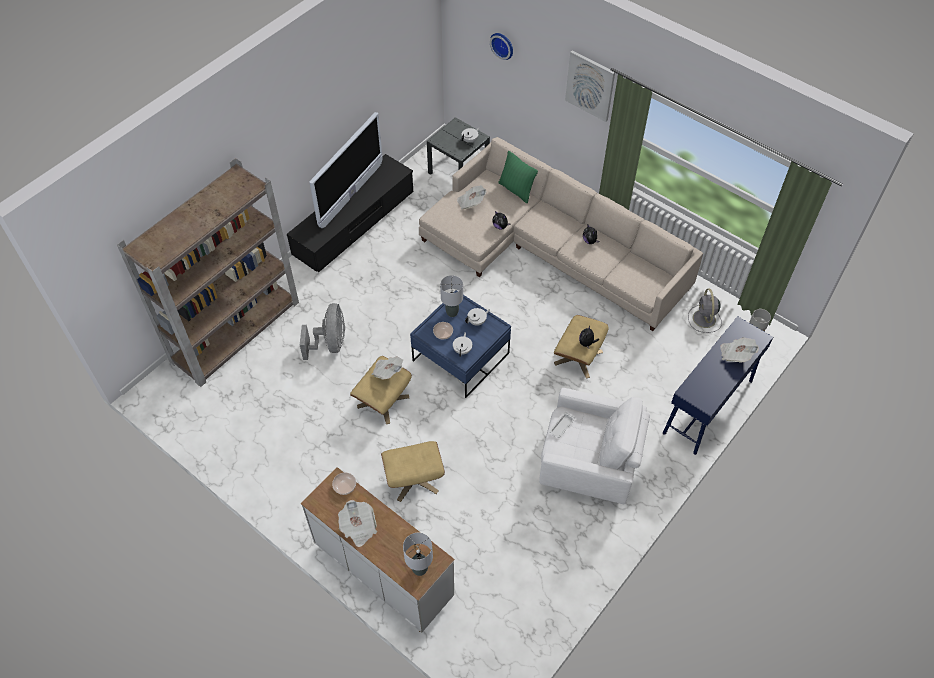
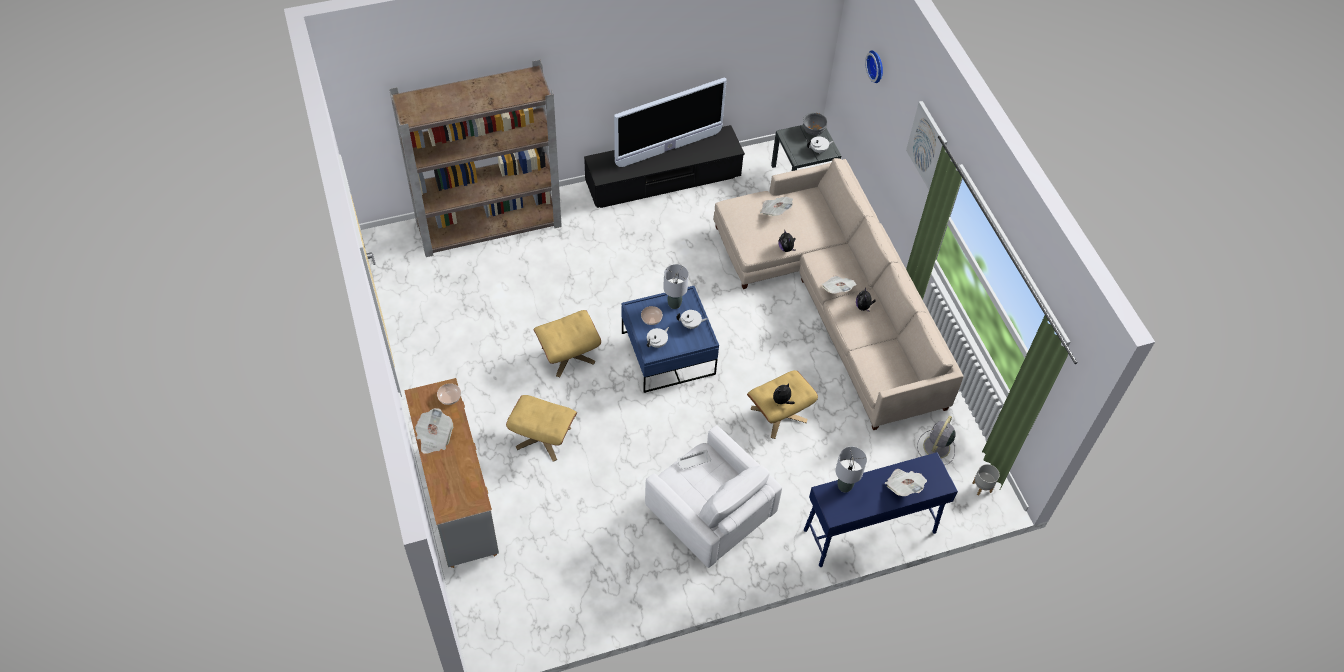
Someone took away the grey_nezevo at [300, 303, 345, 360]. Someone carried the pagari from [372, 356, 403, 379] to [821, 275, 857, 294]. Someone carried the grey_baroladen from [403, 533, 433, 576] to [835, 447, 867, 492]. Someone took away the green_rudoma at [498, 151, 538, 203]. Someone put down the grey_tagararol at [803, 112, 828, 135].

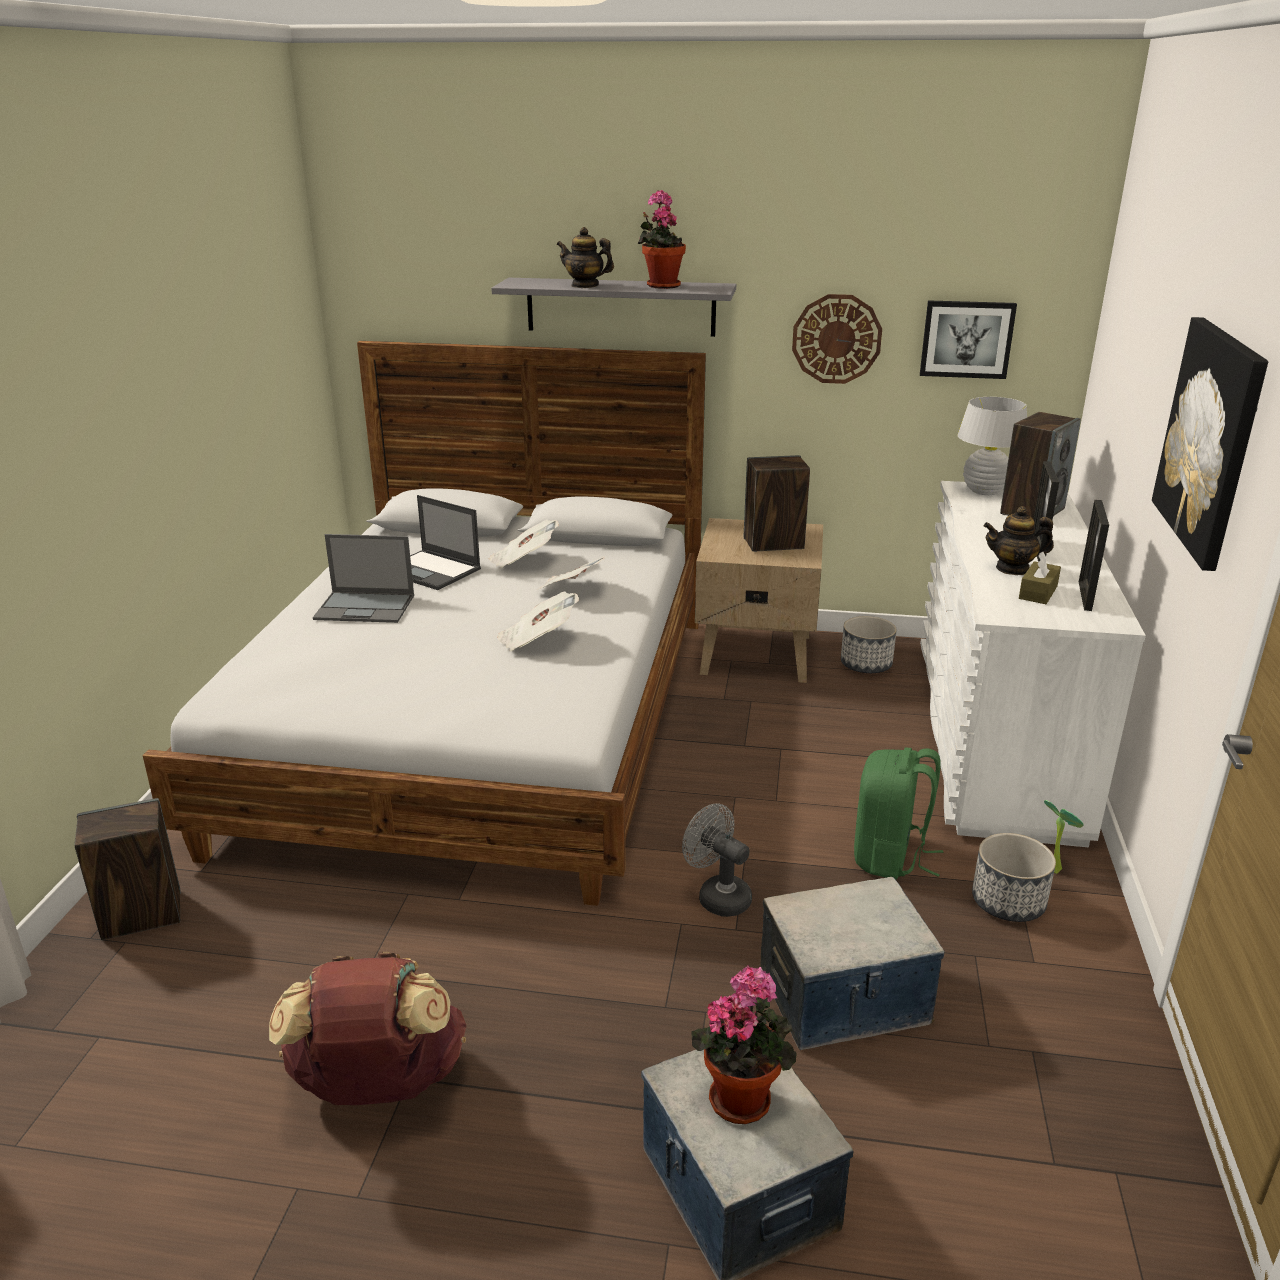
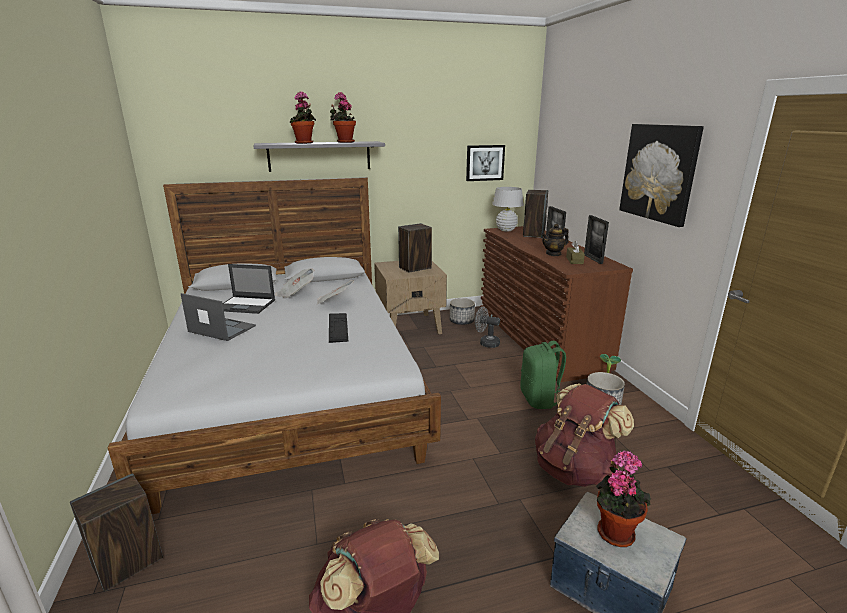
Someone rotated the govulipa at [313, 534, 414, 623] by 135 degrees counterclockwise. Someone swapped the pagari at [497, 591, 579, 651] for the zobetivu at [329, 313, 348, 343]. Someone swapped the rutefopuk at [556, 227, 614, 288] for the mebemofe at [289, 91, 316, 144]. Someone carried the grey_nezevo from [682, 803, 752, 917] to [475, 306, 500, 348]. Someone swapped the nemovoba at [760, 877, 945, 1050] for the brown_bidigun at [535, 383, 634, 487]. Someone took away the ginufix at [792, 294, 882, 384]. Someone repainted the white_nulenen at [920, 481, 1146, 847], which became the brown_nulenen at [480, 226, 633, 382].

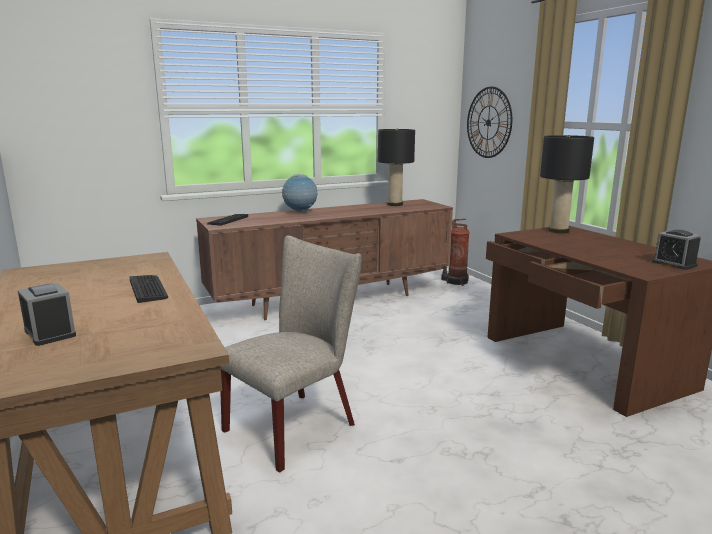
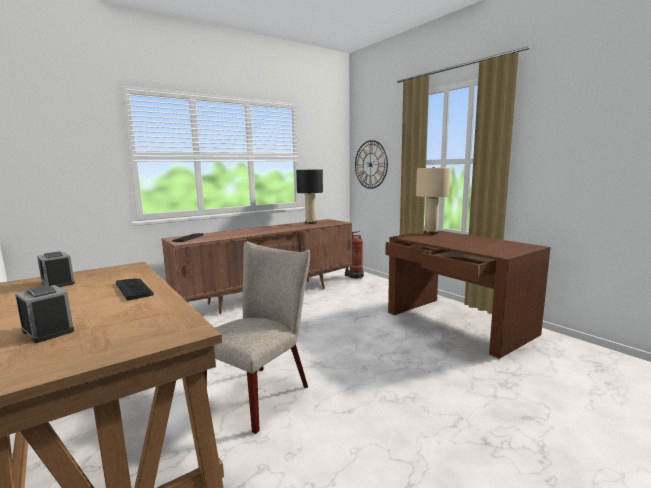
Someone took away the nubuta at [282, 174, 318, 212]. Someone repainted the black_baroladen at [540, 135, 594, 234], which became the beige_baroladen at [416, 167, 451, 235]. Someone carried the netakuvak from [652, 230, 701, 270] to [37, 251, 75, 287].

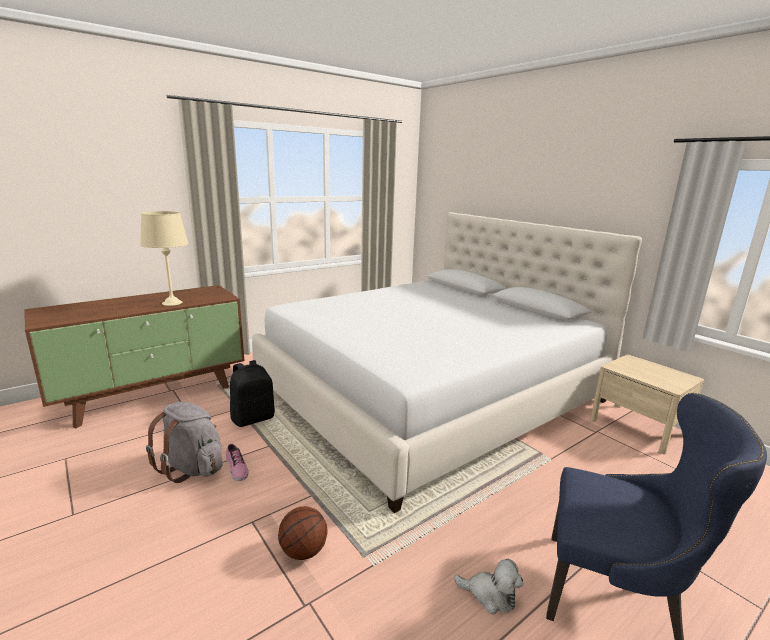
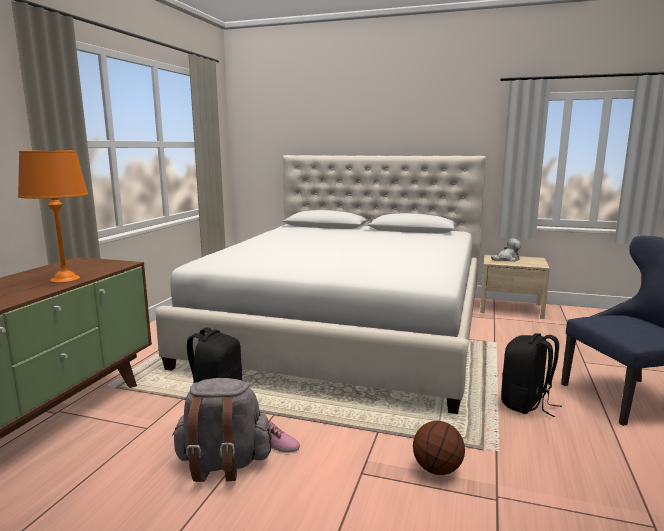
Someone repainted the beige_baroladen at [140, 211, 189, 306], which became the orange_baroladen at [18, 150, 88, 283]. Someone carried the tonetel from [454, 559, 523, 614] to [491, 238, 521, 262]. Someone put down the black_bidigun at [501, 333, 562, 417].

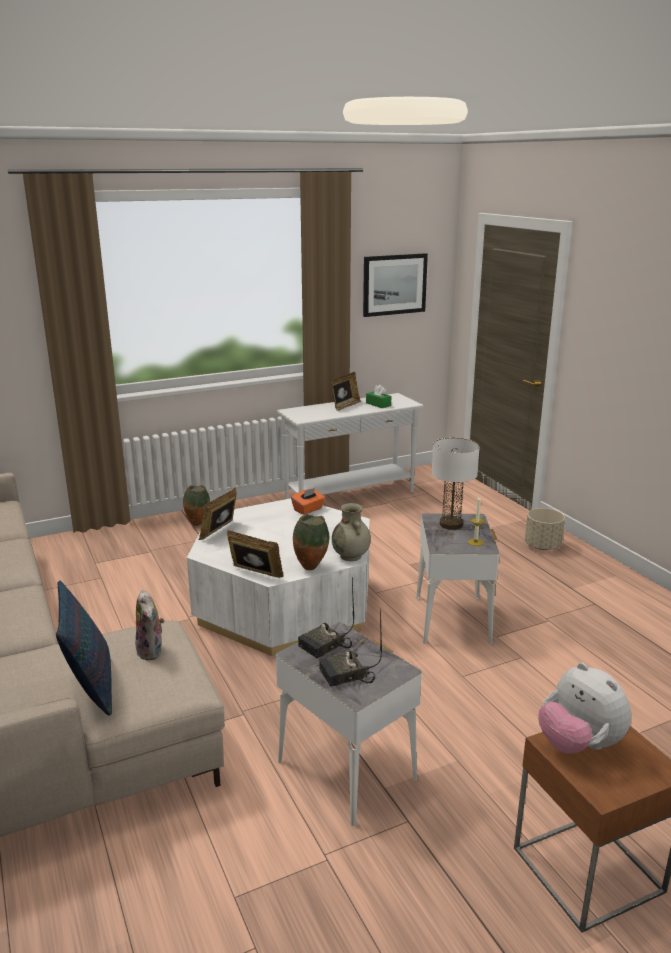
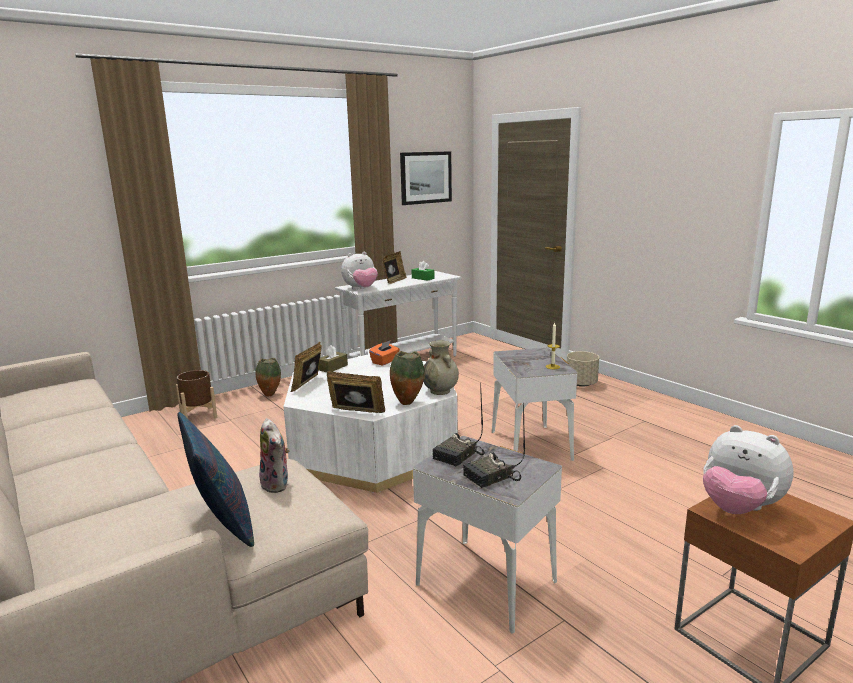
Someone took away the baroladen at [432, 437, 480, 530]. Someone put down the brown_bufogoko at [176, 370, 217, 418]. Someone put down the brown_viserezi at [319, 345, 348, 372]. Someone put down the tonetel at [341, 252, 378, 290].

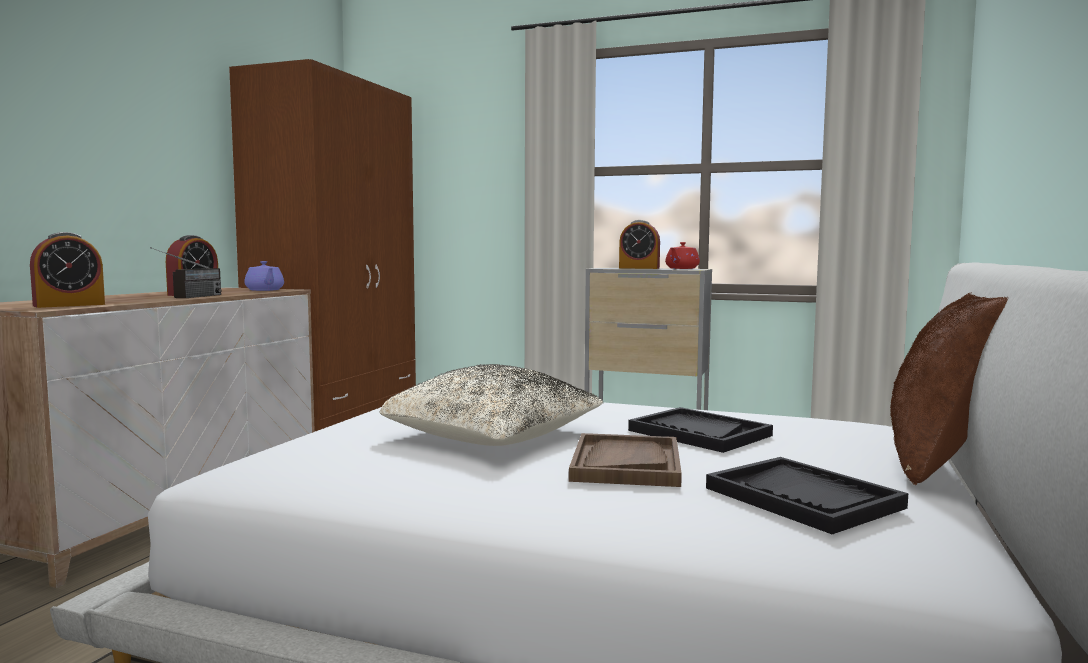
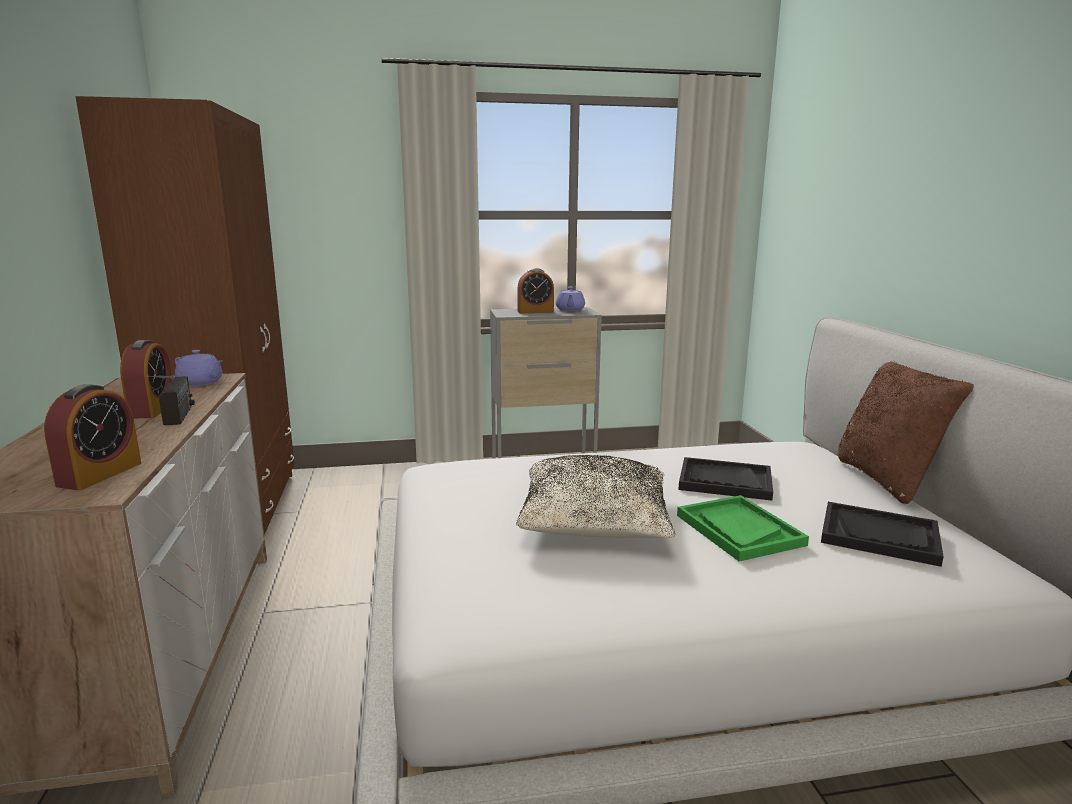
Someone repainted the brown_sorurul at [569, 433, 682, 487], which became the green_sorurul at [677, 495, 809, 562]. Someone repainted the red_rutefopuk at [665, 242, 700, 269], which became the purple_rutefopuk at [556, 287, 585, 311].

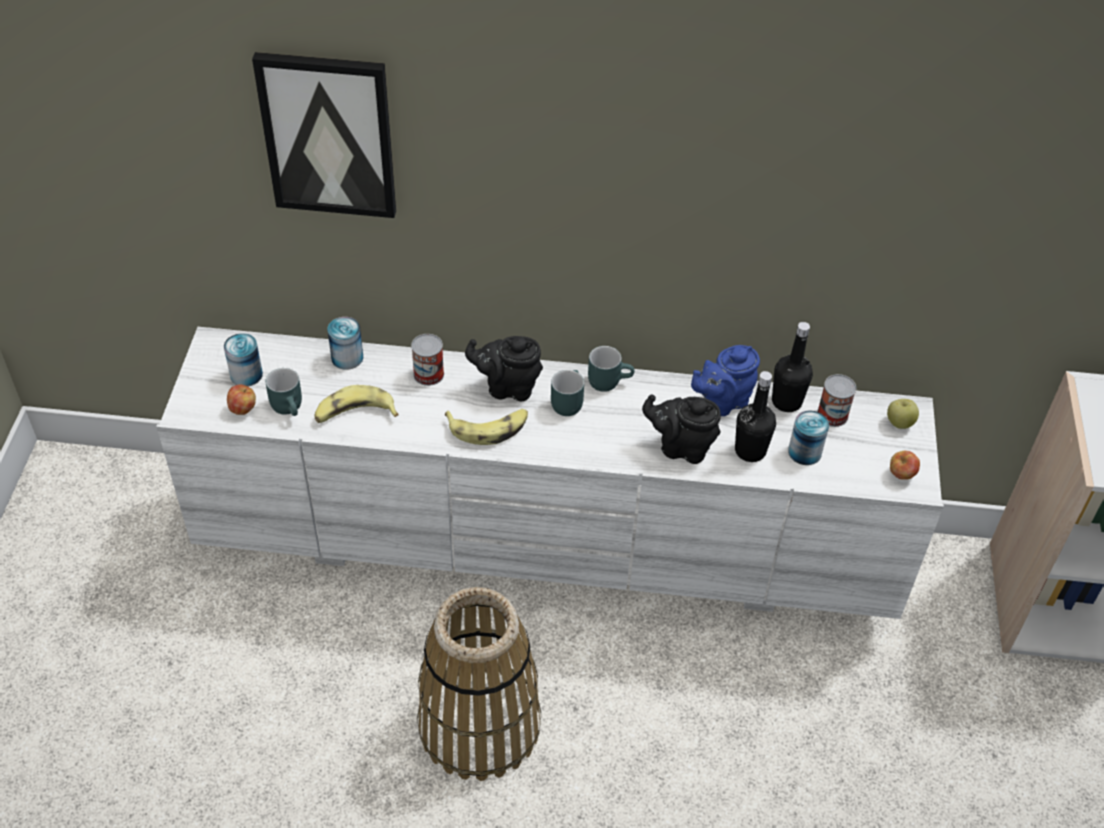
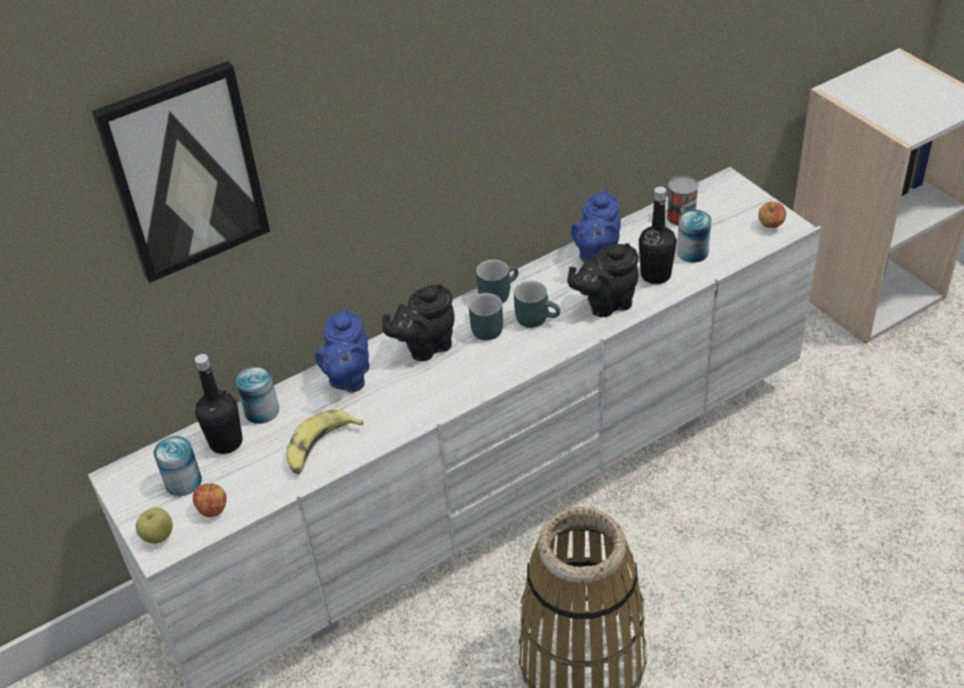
Someone carried the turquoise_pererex from [265, 368, 302, 416] to [514, 281, 560, 328]. Someone swapped the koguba at [411, 334, 444, 386] for the blue_rutefopuk at [315, 308, 369, 392]. Someone took away the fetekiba at [445, 409, 528, 445]. Someone carried the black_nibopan from [772, 322, 813, 412] to [195, 354, 243, 454]. Someone carried the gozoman from [887, 399, 919, 429] to [136, 507, 173, 544].

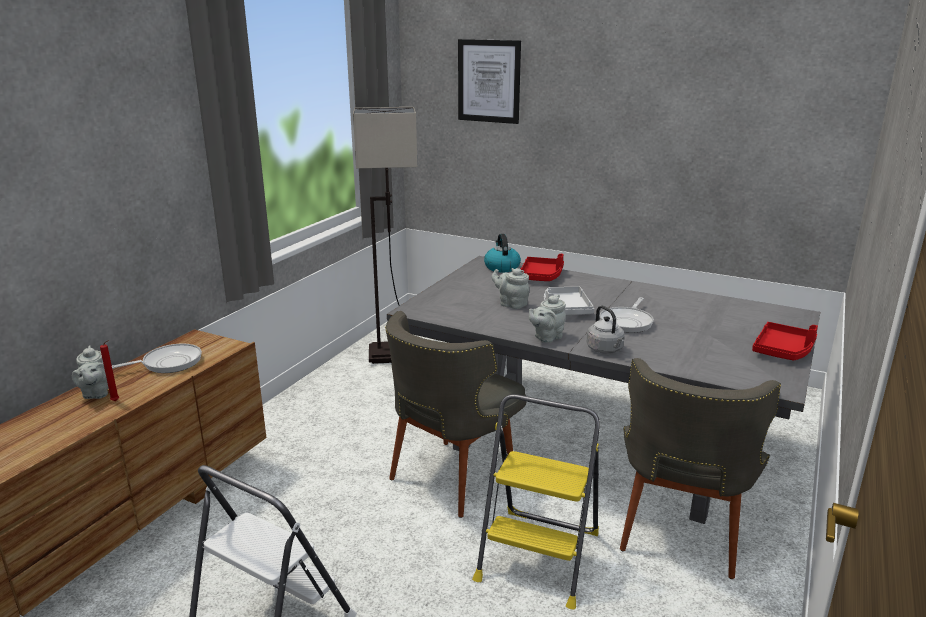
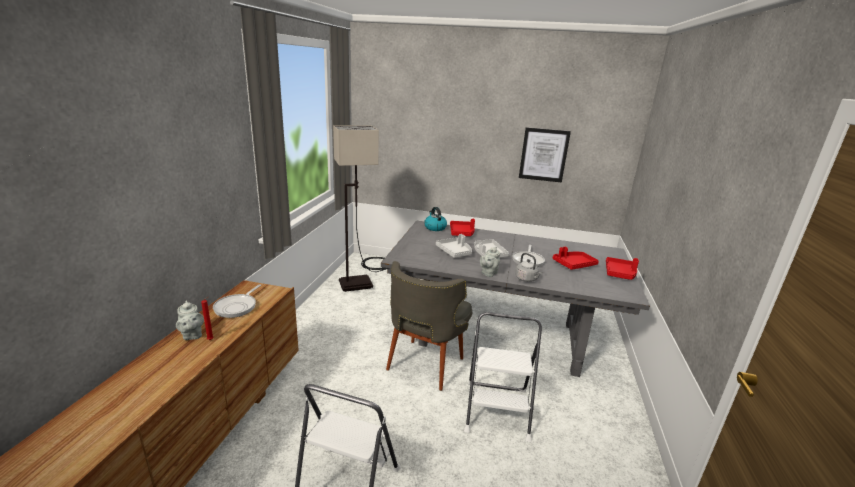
Someone rotated the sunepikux at [112, 344, 202, 373] by 150 degrees clockwise. Someone carried the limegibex from [458, 39, 521, 124] to [519, 127, 571, 183]. Someone repainted the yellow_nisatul at [472, 394, 600, 610], which became the white_nisatul at [464, 312, 542, 442]. Someone swapped the grey_rutefopuk at [491, 268, 529, 309] for the grey_sorurul at [436, 234, 472, 258]. Someone took away the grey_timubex at [620, 358, 781, 579]. Someone put down the red_sorurul at [553, 247, 599, 270].

